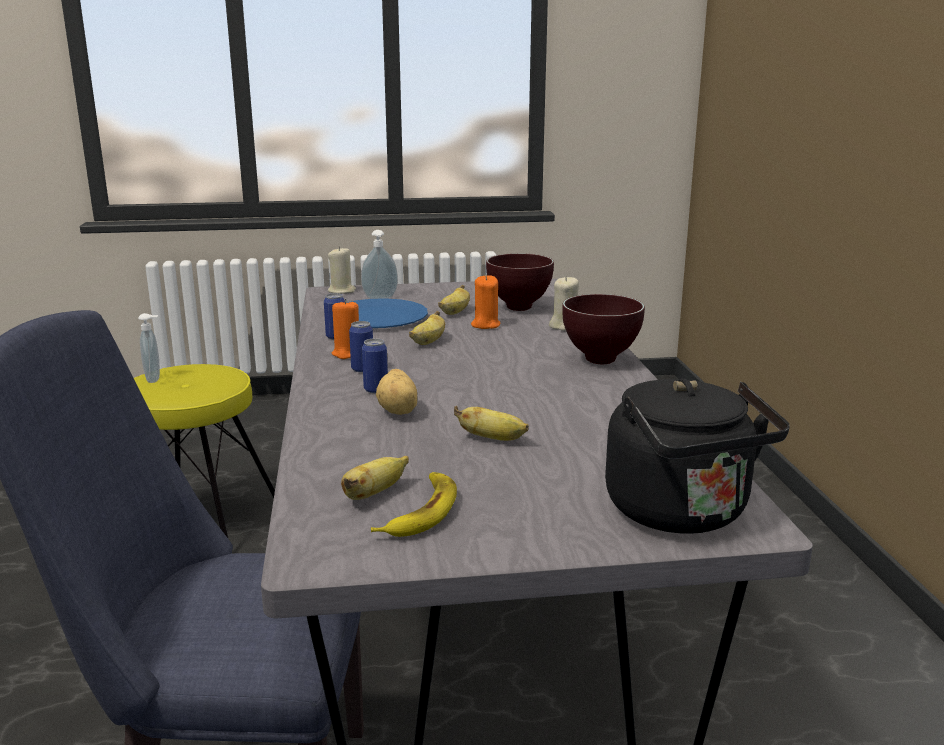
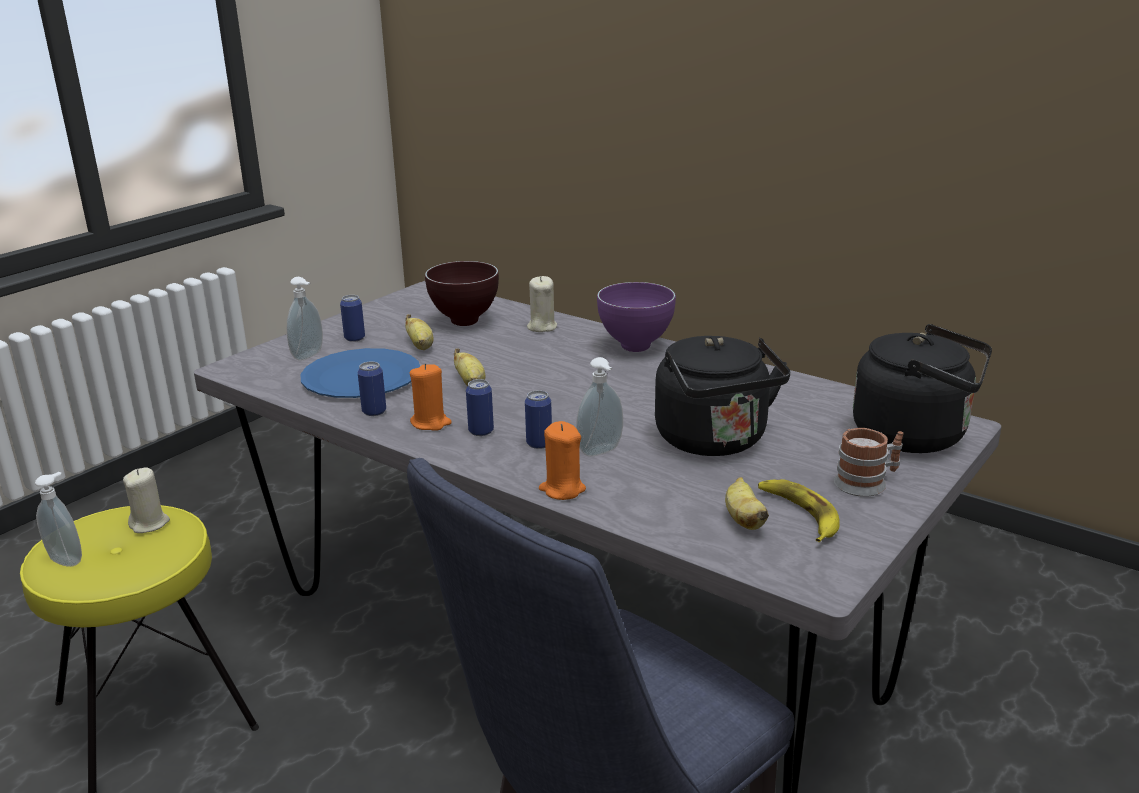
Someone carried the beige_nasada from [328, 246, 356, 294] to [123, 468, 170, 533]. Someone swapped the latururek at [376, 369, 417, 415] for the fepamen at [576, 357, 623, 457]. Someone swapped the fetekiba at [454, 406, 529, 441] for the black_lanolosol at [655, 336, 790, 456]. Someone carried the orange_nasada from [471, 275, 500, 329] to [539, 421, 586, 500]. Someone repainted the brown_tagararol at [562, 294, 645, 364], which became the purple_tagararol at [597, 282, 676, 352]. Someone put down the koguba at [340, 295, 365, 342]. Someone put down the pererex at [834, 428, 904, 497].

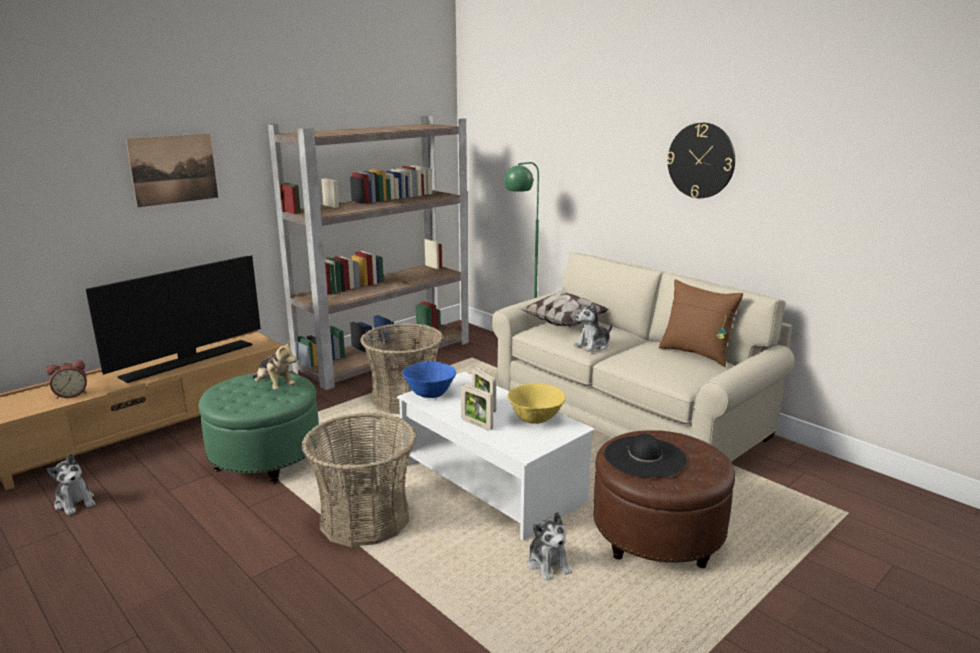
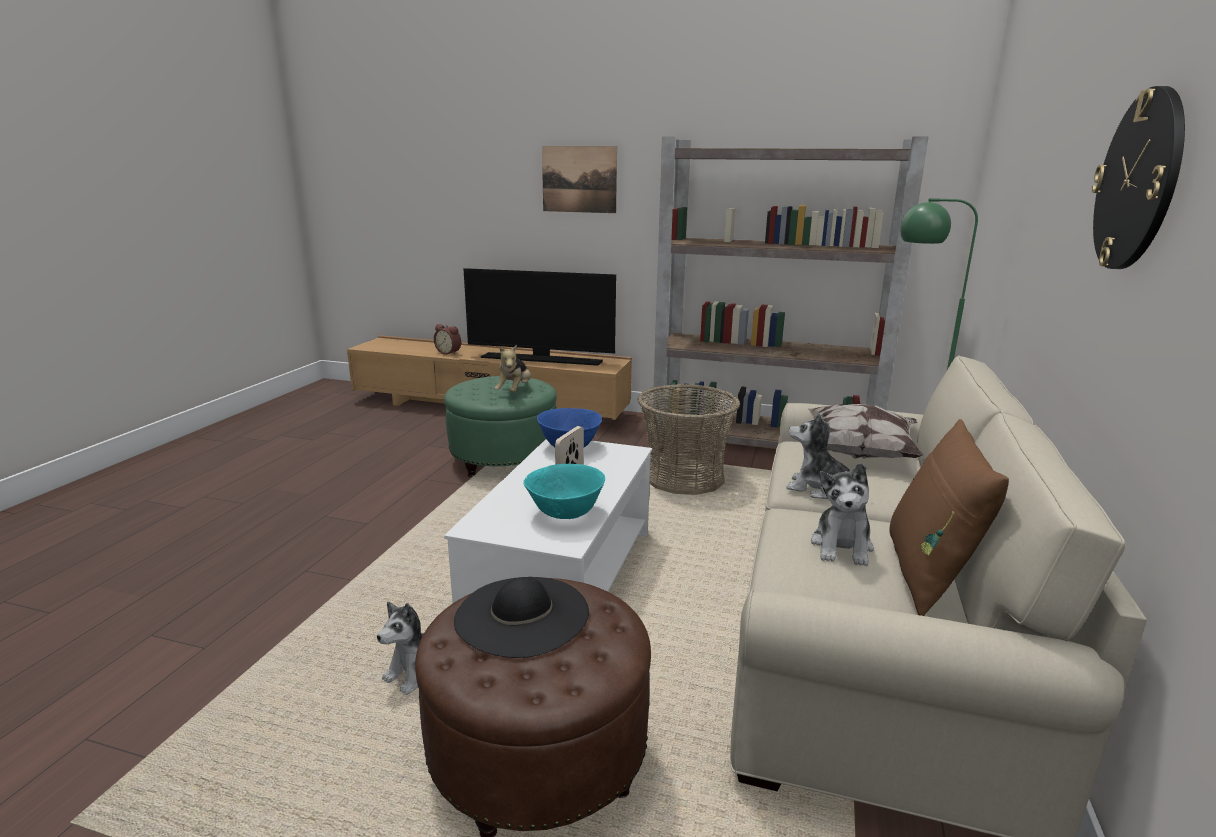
Someone carried the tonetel from [47, 454, 96, 515] to [811, 463, 874, 566]. Someone took away the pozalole at [302, 412, 417, 547]. Someone took away the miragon at [461, 384, 493, 431]. Someone repainted the yellow_tagararol at [508, 383, 566, 424], which became the turquoise_tagararol at [523, 464, 605, 519].

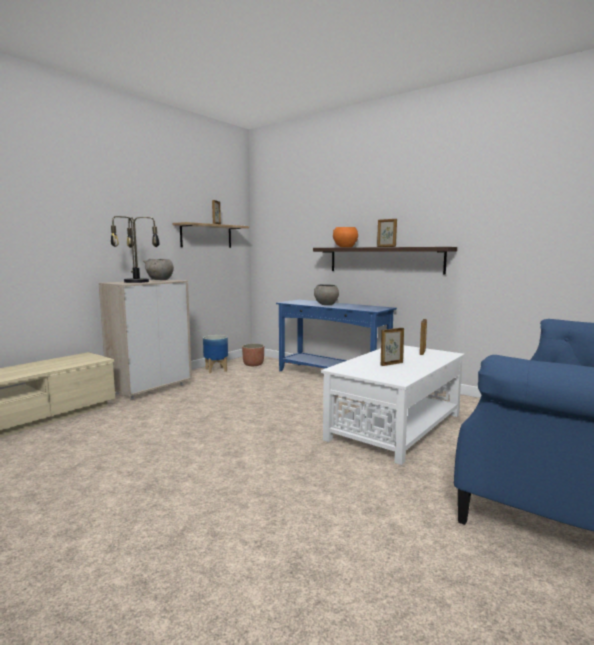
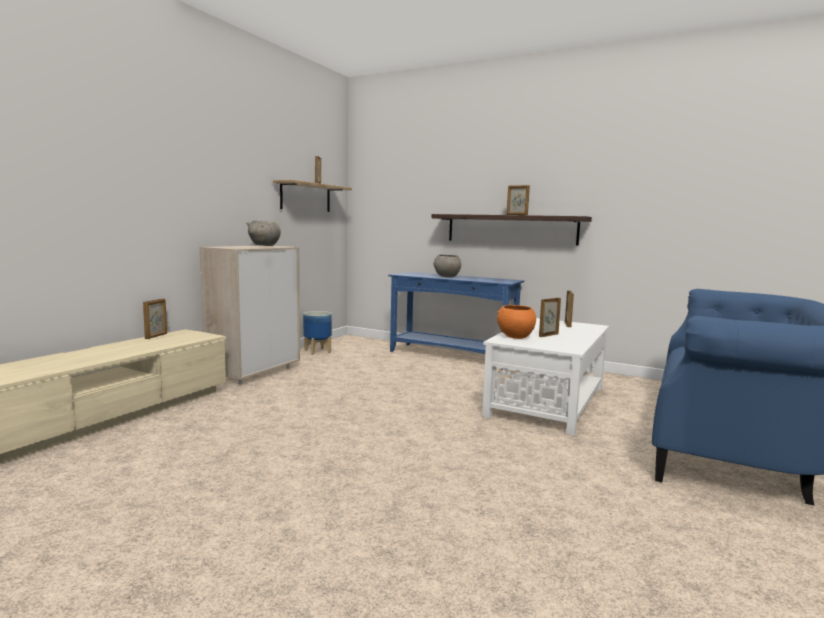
Someone took away the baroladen at [111, 216, 160, 283]. Someone took away the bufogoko at [242, 344, 264, 366]. Someone carried the orange_tagararol from [333, 227, 358, 247] to [497, 305, 536, 339]. Someone put down the miragon at [143, 298, 167, 339].

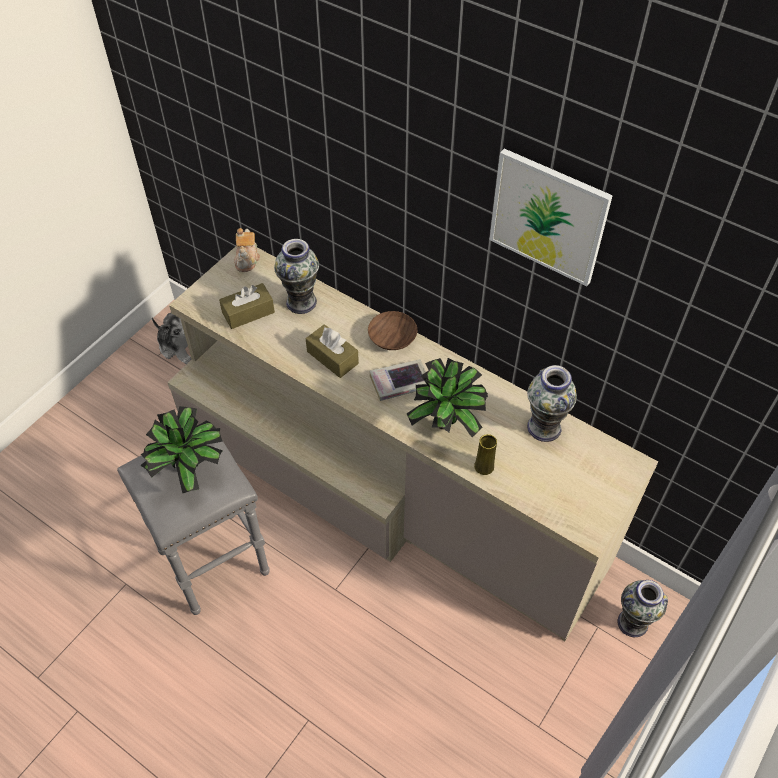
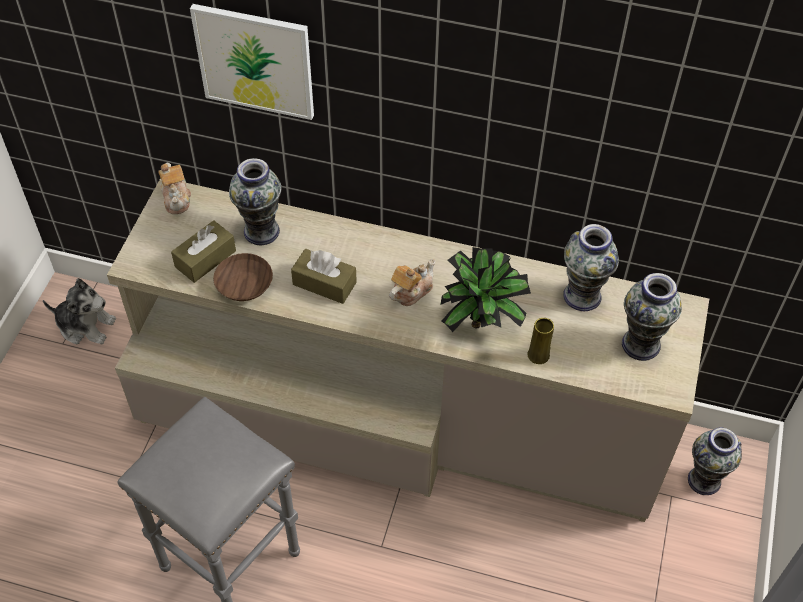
Someone took away the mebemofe at [140, 406, 223, 494]. Someone carried the brown_tagararol from [368, 311, 417, 350] to [213, 253, 273, 301]. Someone swapped the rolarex at [370, 359, 426, 401] for the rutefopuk at [389, 259, 435, 306]. Someone carried the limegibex from [490, 149, 613, 286] to [190, 4, 314, 120]. Someone put down the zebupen at [622, 273, 682, 361].

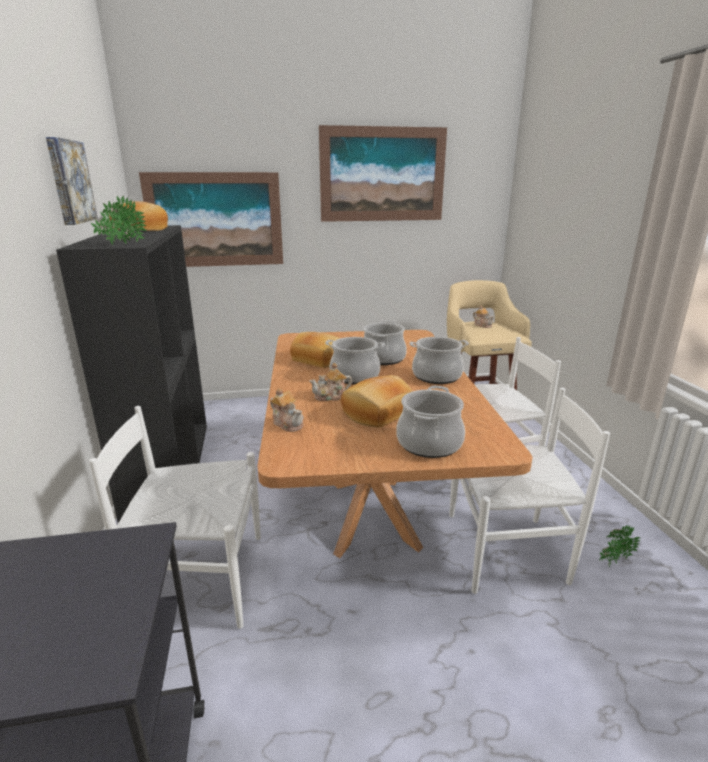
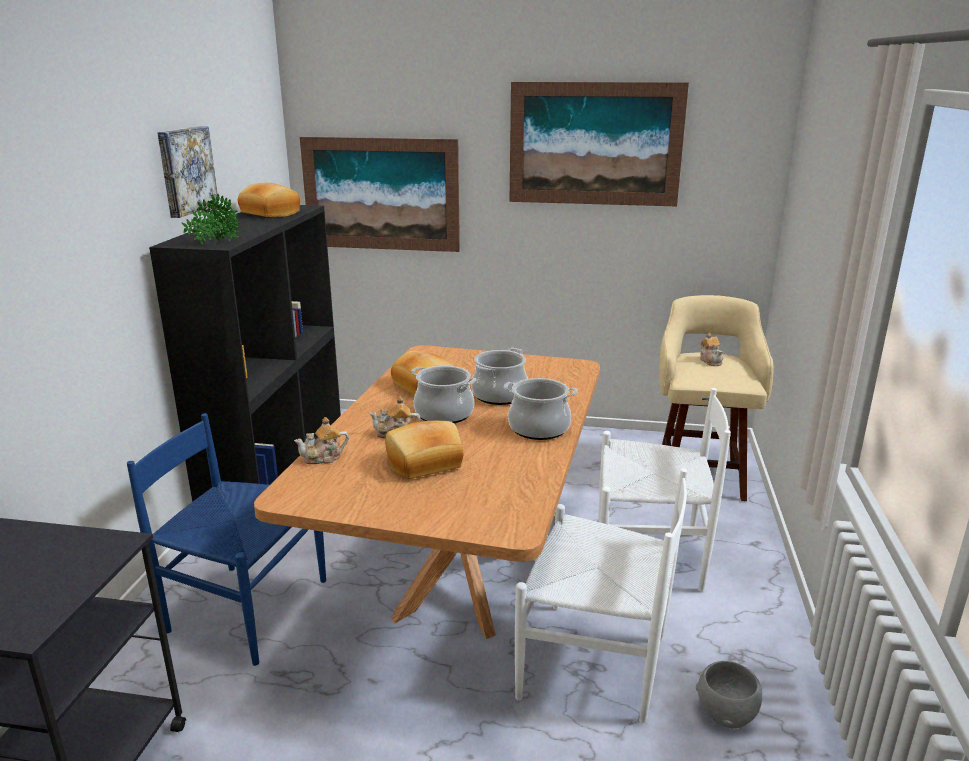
Someone repainted the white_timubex at [89, 406, 261, 629], which became the blue_timubex at [127, 413, 326, 666]. Someone rotated the rutefopuk at [270, 388, 304, 432] by 90 degrees clockwise. Someone took away the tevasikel at [396, 386, 465, 458]. Someone swapped the mebemofe at [600, 525, 640, 567] for the grey_tagararol at [696, 661, 762, 728].

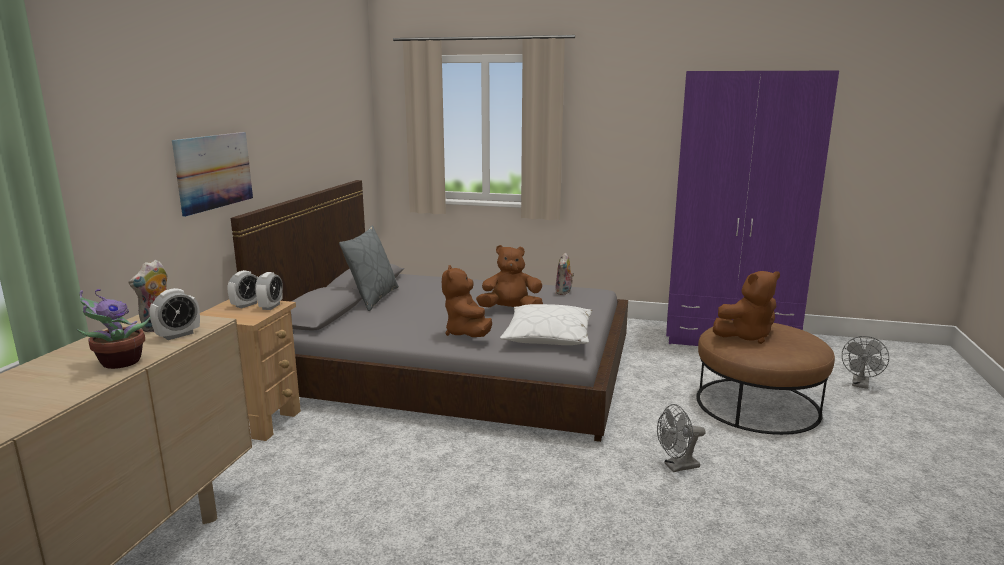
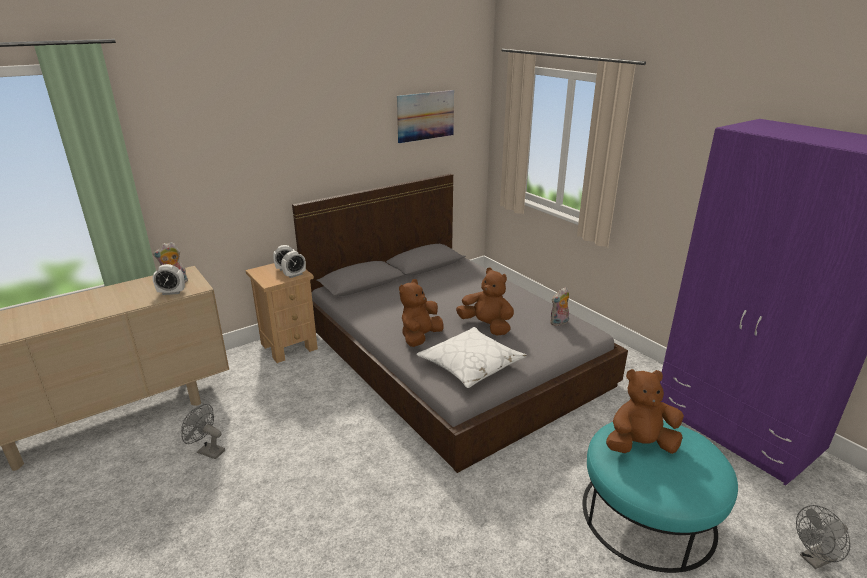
Someone took away the mebemofe at [77, 289, 151, 369]. Someone carried the limegibex from [172, 132, 253, 217] to [397, 90, 454, 143]. Someone took away the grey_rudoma at [339, 225, 399, 311]. Someone carried the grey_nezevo from [657, 404, 706, 472] to [181, 404, 225, 459]. Someone repainted the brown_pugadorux at [696, 323, 835, 435], which became the turquoise_pugadorux at [583, 420, 738, 573]. Someone rotated the brown_tonetel at [713, 271, 780, 344] by 150 degrees clockwise.

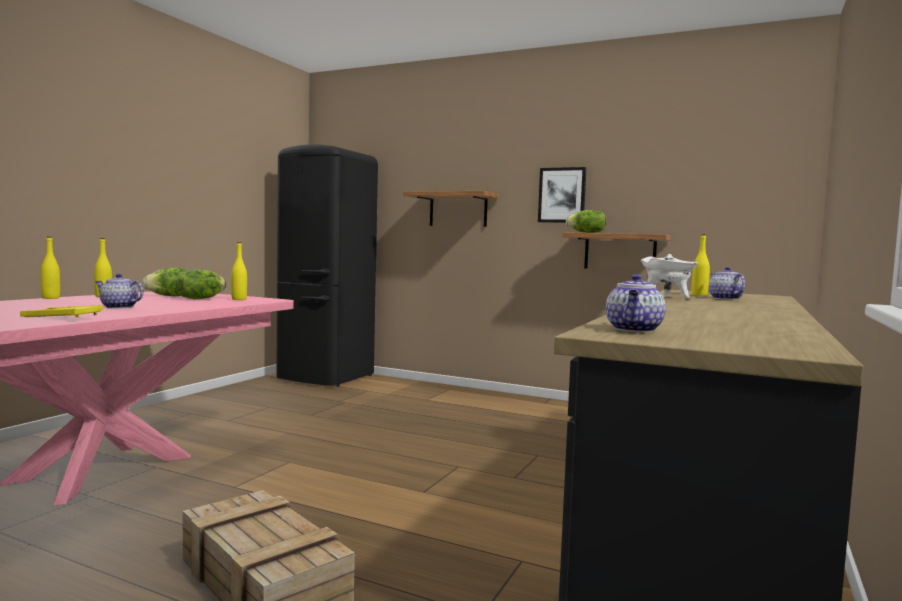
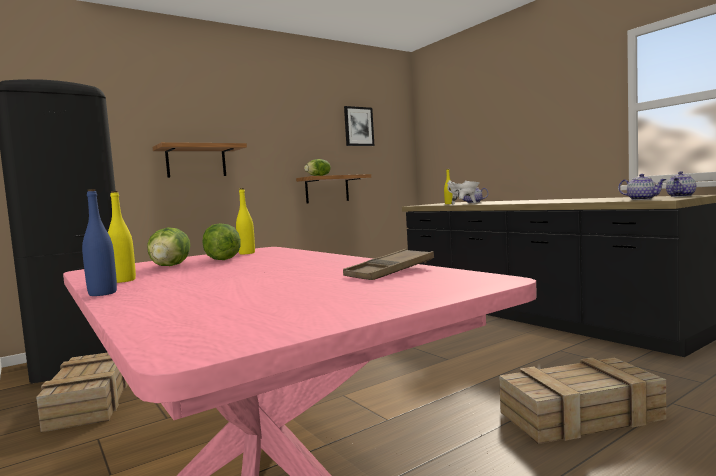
Someone repainted the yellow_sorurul at [20, 305, 103, 318], which became the brown_sorurul at [343, 249, 434, 280]. Someone repainted the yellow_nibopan at [41, 237, 60, 299], which became the blue_nibopan at [82, 189, 117, 296]. Someone carried the rutefopuk from [95, 274, 144, 309] to [666, 171, 696, 197]. Someone carried the limegibex from [538, 167, 587, 223] to [344, 106, 374, 146]. Someone put down the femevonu at [36, 353, 128, 432].

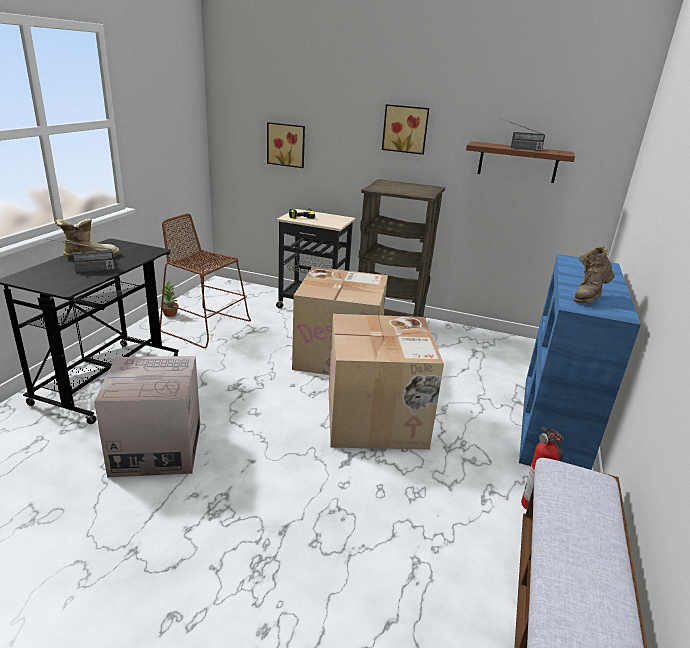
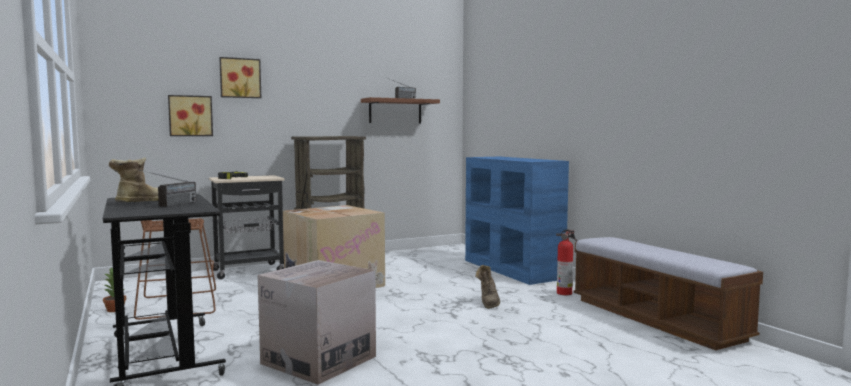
Someone took away the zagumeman at [329, 314, 444, 449]. Someone carried the limegibex from [382, 104, 429, 155] to [219, 57, 261, 98]. Someone carried the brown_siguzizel from [574, 246, 615, 303] to [475, 265, 500, 309].

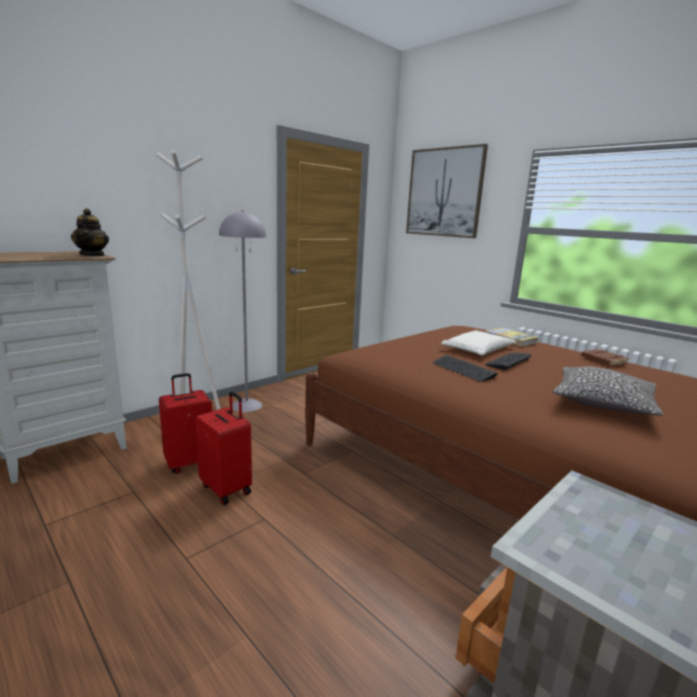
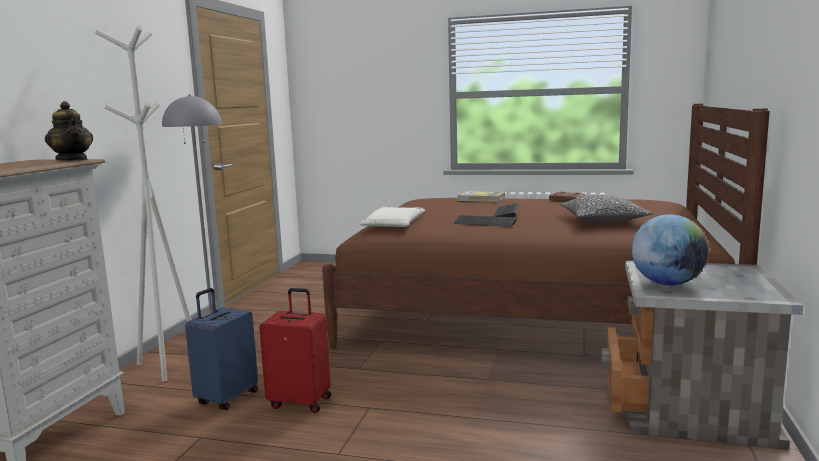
Someone repainted the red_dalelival at [159, 373, 212, 474], which became the blue_dalelival at [185, 288, 258, 410]. Someone took away the limegibex at [406, 144, 488, 238]. Someone carried the white_rudoma from [441, 329, 516, 356] to [359, 206, 425, 227]. Someone put down the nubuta at [632, 214, 708, 285].

